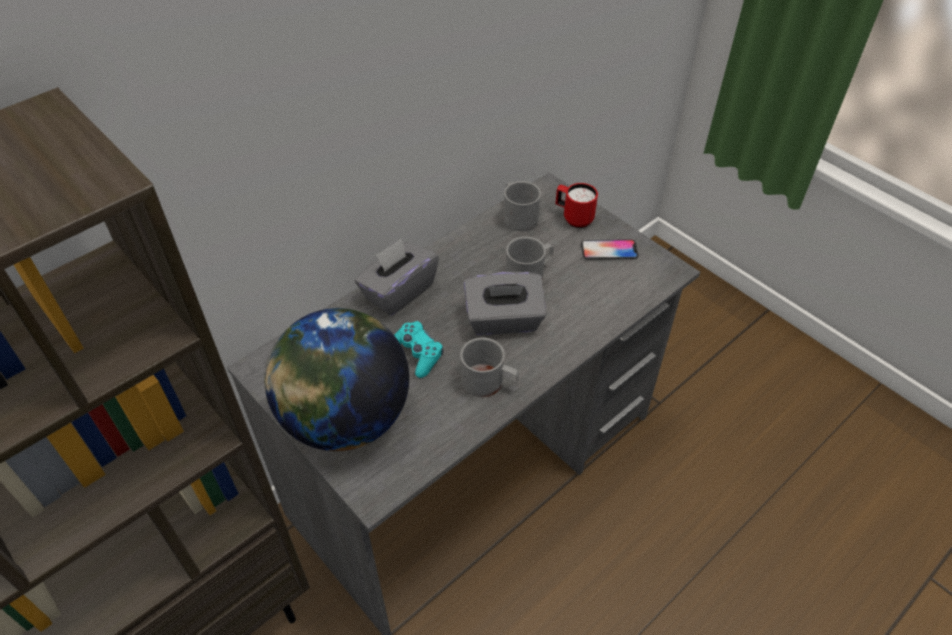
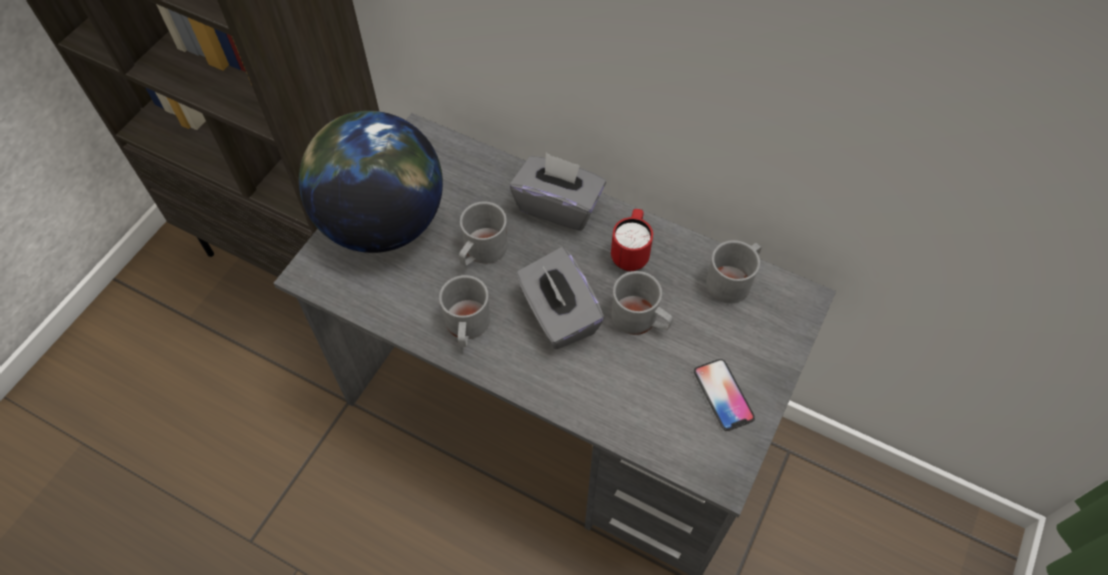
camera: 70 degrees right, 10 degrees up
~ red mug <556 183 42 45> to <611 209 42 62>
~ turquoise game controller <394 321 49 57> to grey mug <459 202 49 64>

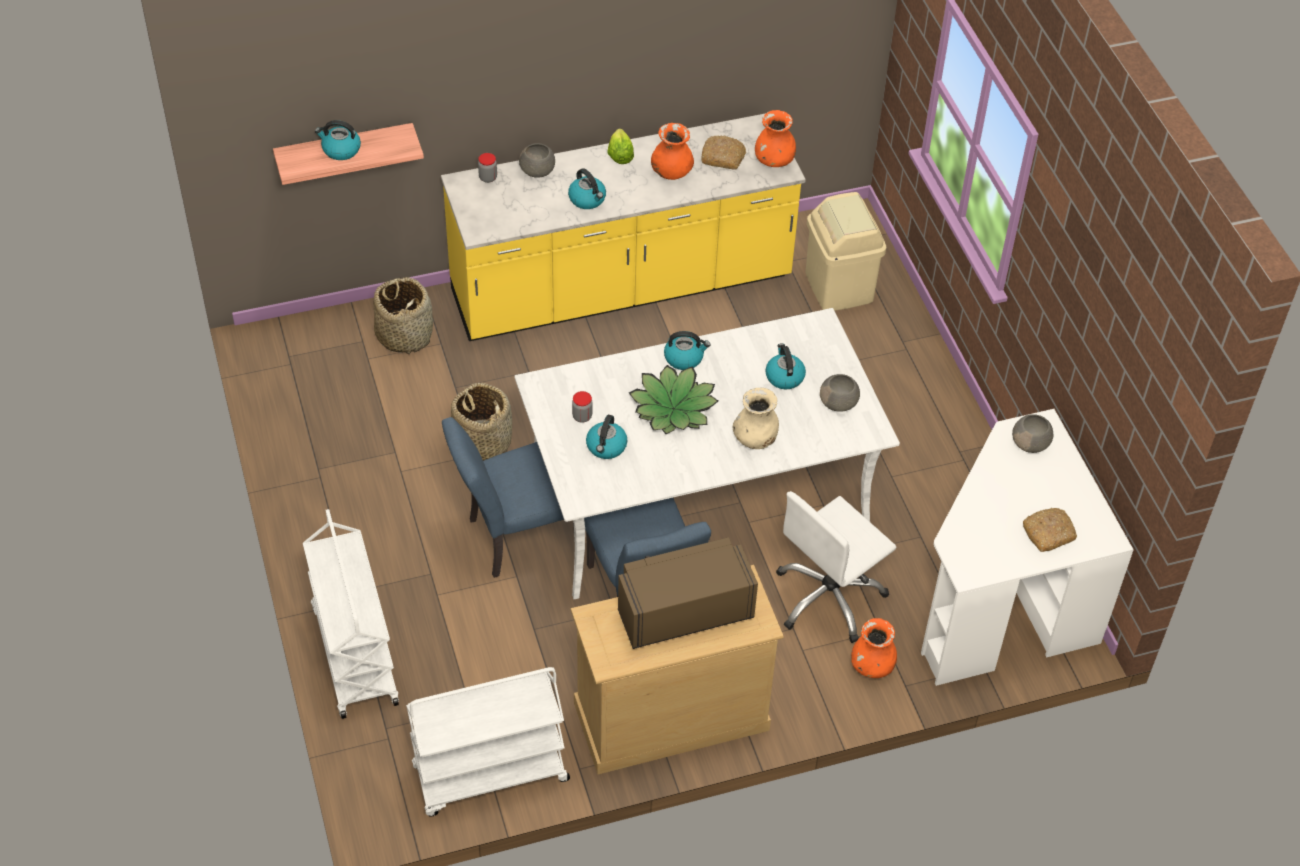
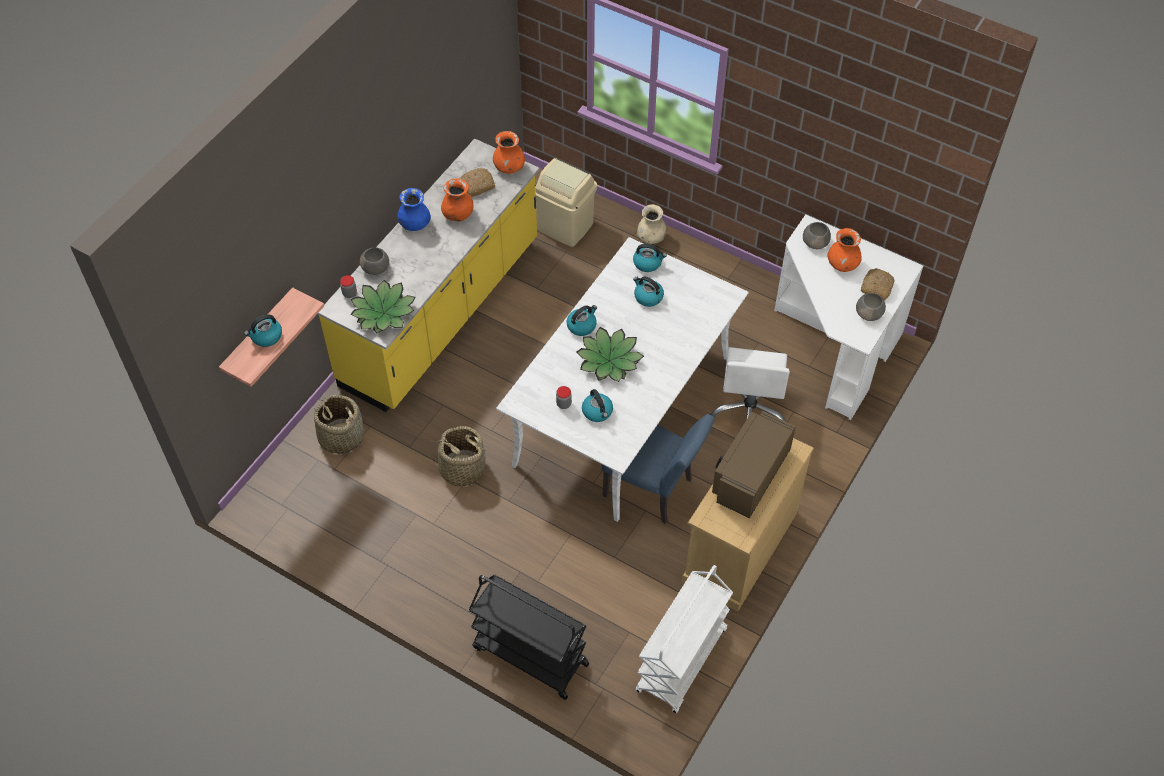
camera: 40 degrees left, 5 degrees up
~ lettuce <608 128 26 36> to blue vase <397 188 34 43>
~ kettle <568 169 38 40> to <633 244 34 28>
~ grey bowl <820 374 40 38> to <856 293 30 28>
~ beige vase <733 388 46 61> to <637 204 29 40>
- blue chair <442 417 133 161>
~ white cart <303 509 96 210> to black cart <469 575 120 125>
~ orange vase <851 618 46 60> to <827 228 35 44>
+ potted plant <351 280 65 53>

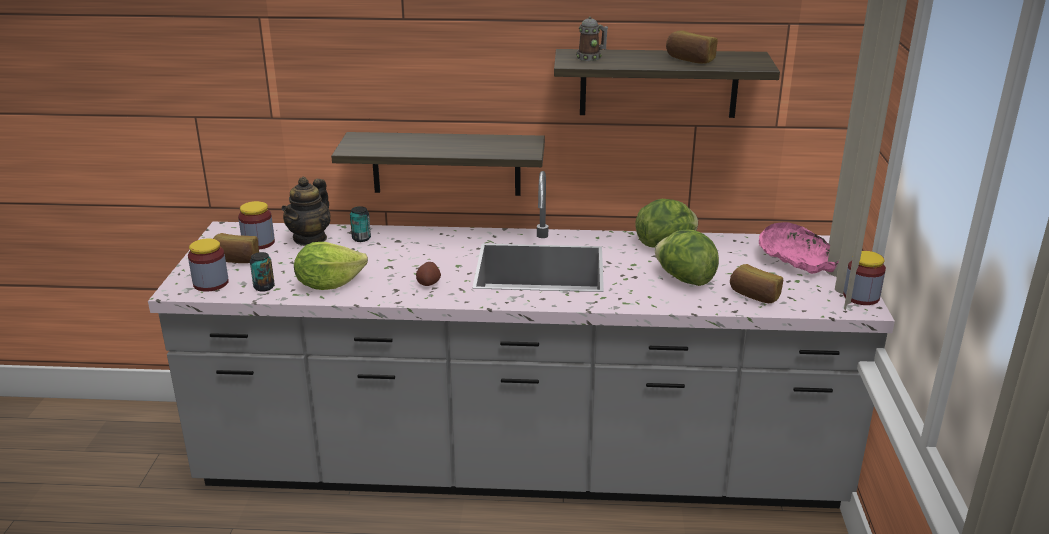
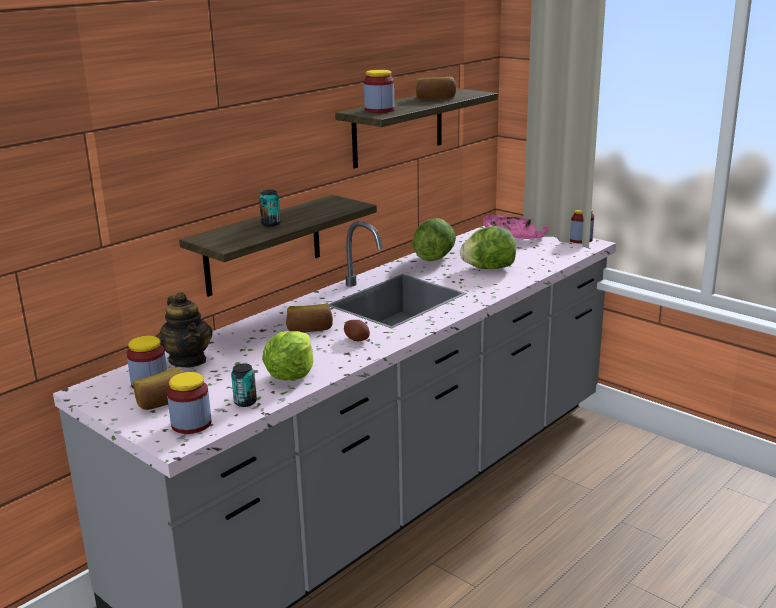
camera: 50 degrees left, 5 degrees down
~ mug <576 17 32 44> to jar <364 70 30 43>
~ can <350 206 21 36> to <259 190 22 36>
~ bread <730 264 53 39> to <286 304 47 28>

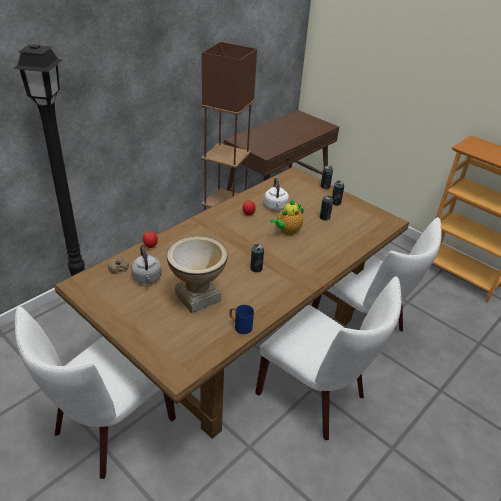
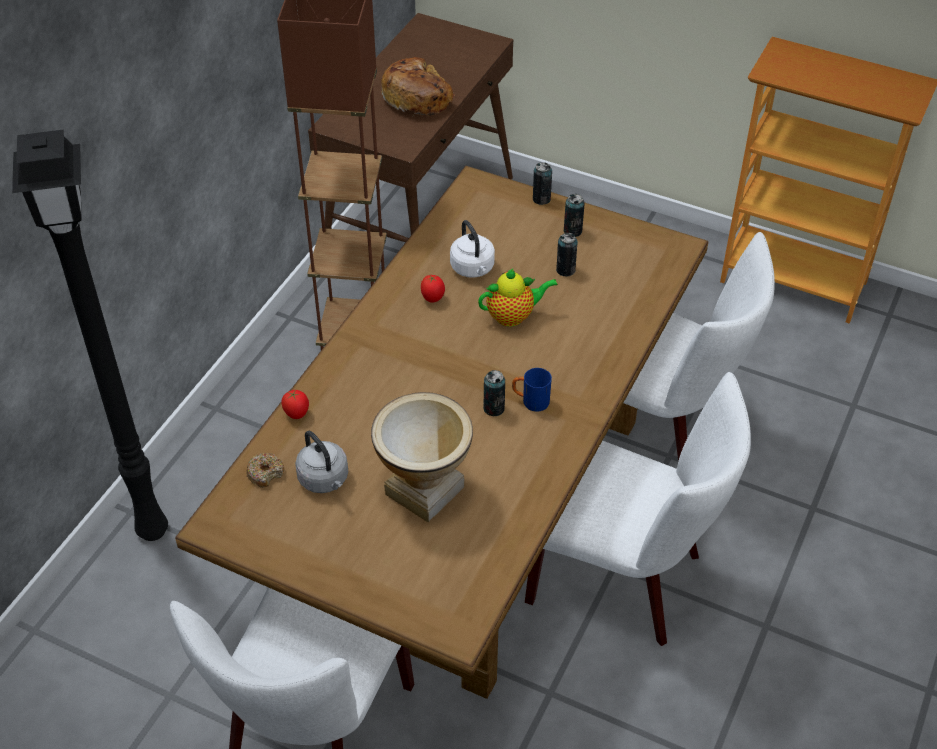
camera: 15 degrees left, 10 degrees up
~ teapot <270 200 34 35> = <478 269 80 58> 135 degrees counterclockwise
~ blue mug <229 305 25 29> to <512 368 40 44>
+ bread <381 57 74 59>

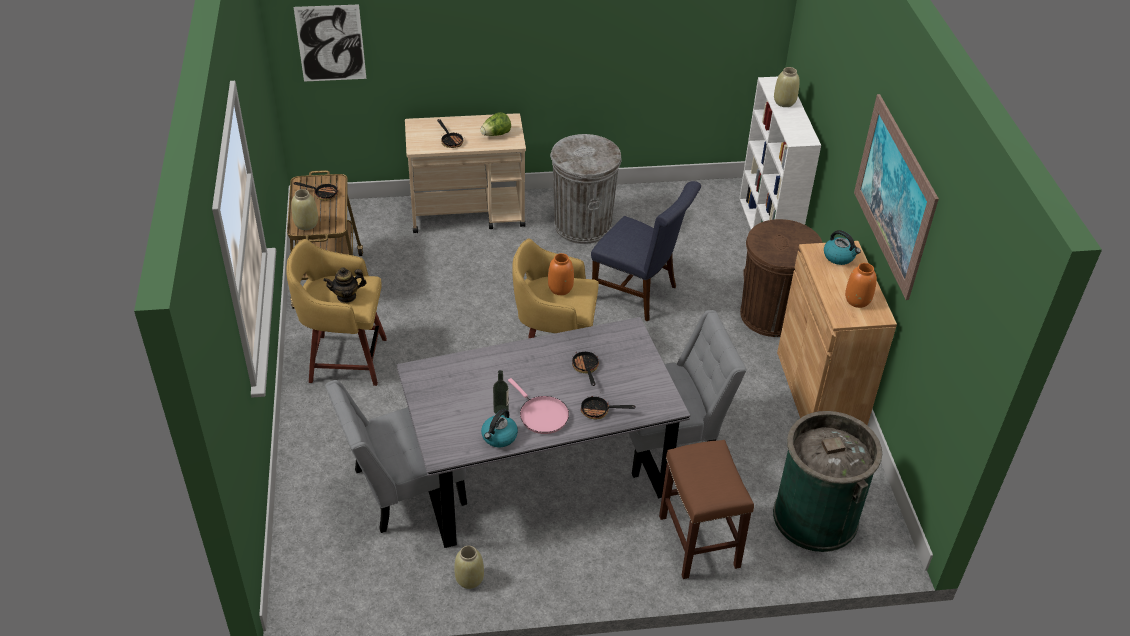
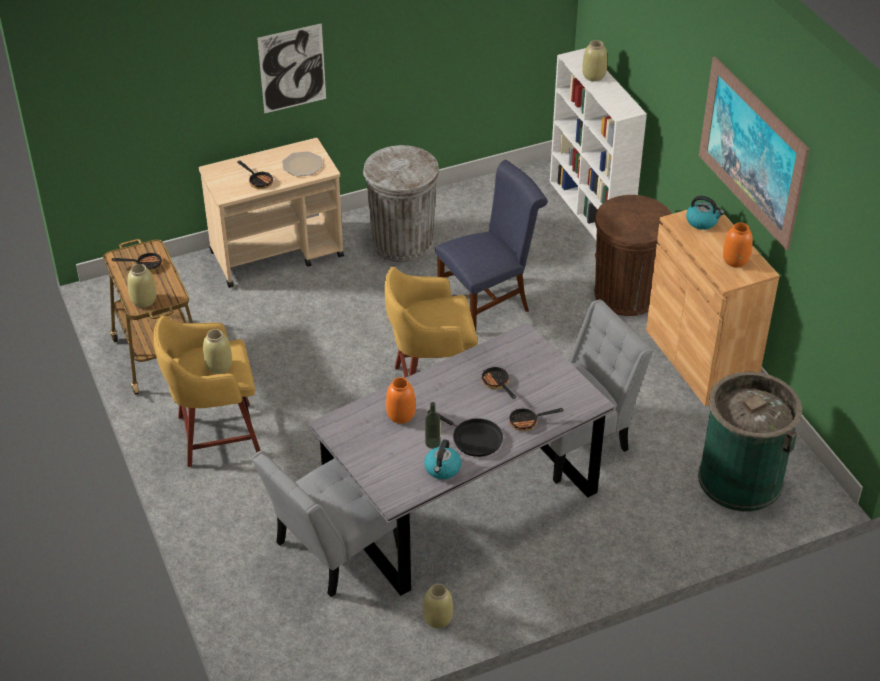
camera: 15 degrees left, 0 degrees up
~ picture <294 4 72 78> to <257 23 69 90>
~ lettuce <480 112 31 24> to plate <282 151 41 25>
~ blue chair <591 181 110 140> = <435 160 113 171> 45 degrees counterclockwise
~ orange vase <548 253 26 42> to <386 377 30 47>
~ teapot <323 267 43 36> to beige vase <203 329 29 45>
~ pink frying pan <508 378 61 56> to black frying pan <428 410 75 47>
- brown stool <659 440 95 139>

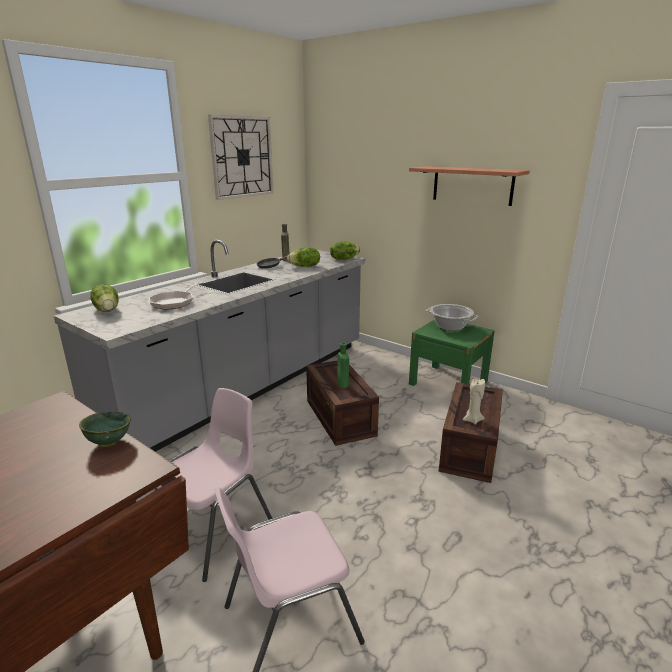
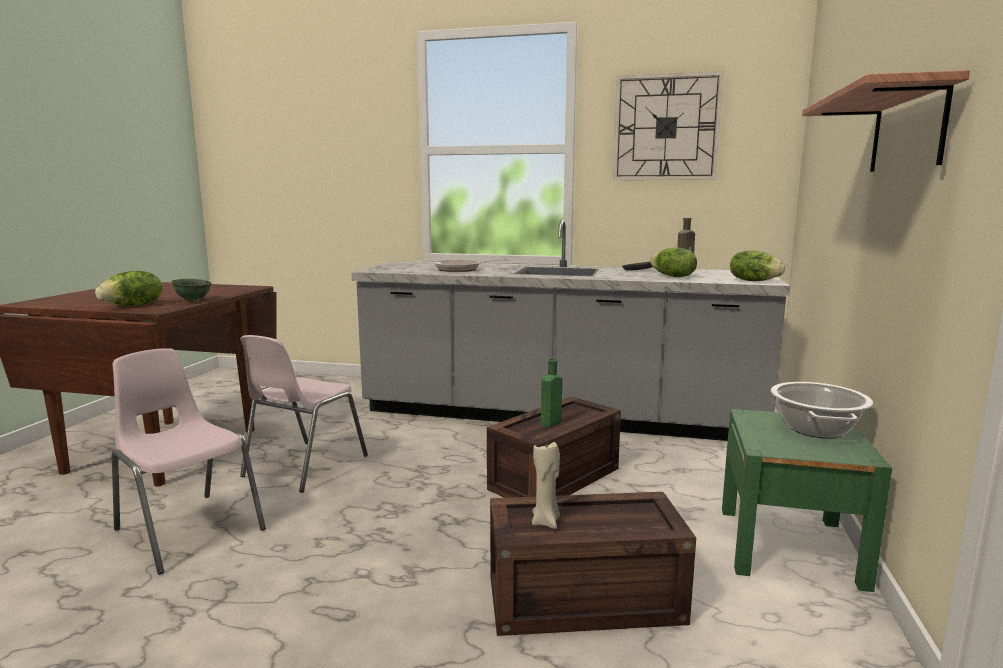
camera: 65 degrees right, 10 degrees down
~ lettuce <90 284 29 28> to <95 271 67 35>
~ pink chair <155 388 117 194> = <240 335 128 158> 105 degrees clockwise

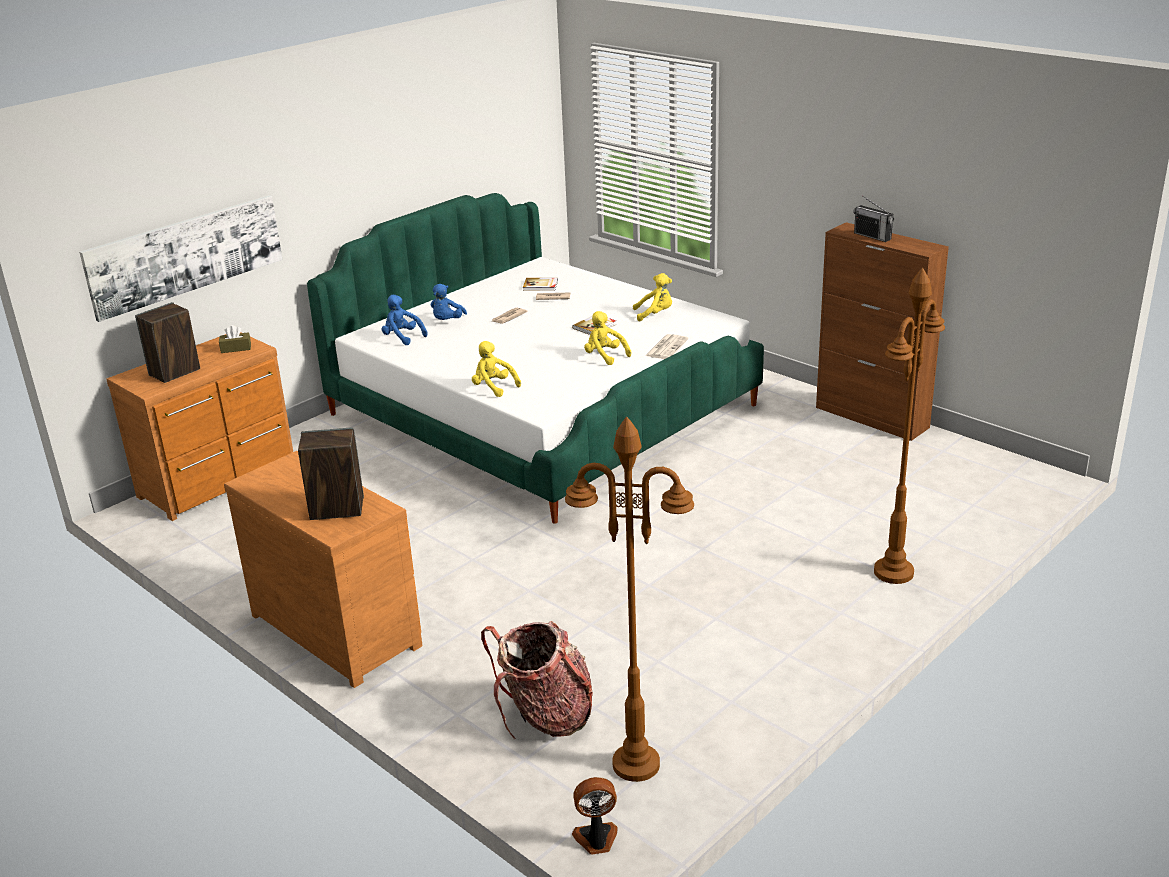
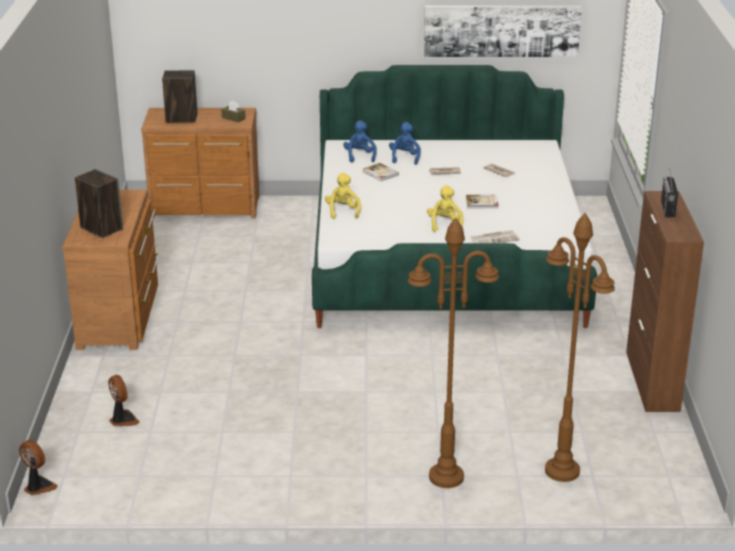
camera: 45 degrees right, 0 degrees up
~ picture <79 195 203 127> to <424 6 158 51>
- yellow plush toy <633 273 39 49>
~ book <523 278 35 13> to <363 163 36 18>
~ blue plush toy <431 284 36 36> = <389 122 32 43> 120 degrees clockwise
~ brown floor lamp <565 416 129 366> to <545 213 70 269>
~ backpack <481 621 112 118> to fan <108 375 32 51>

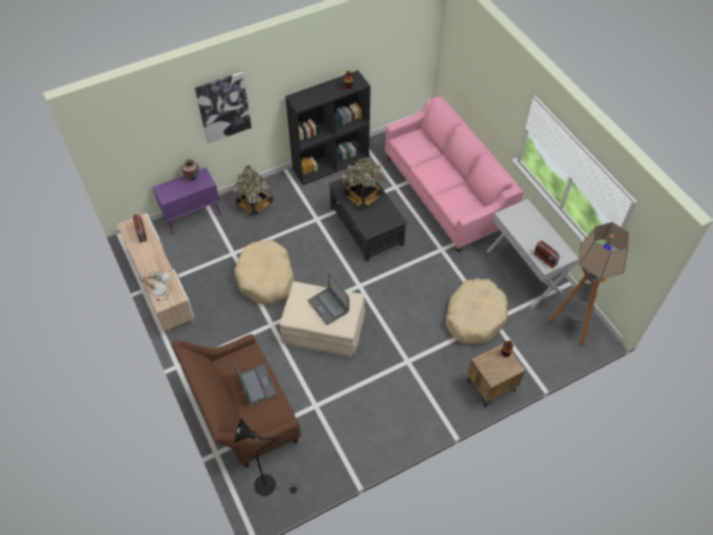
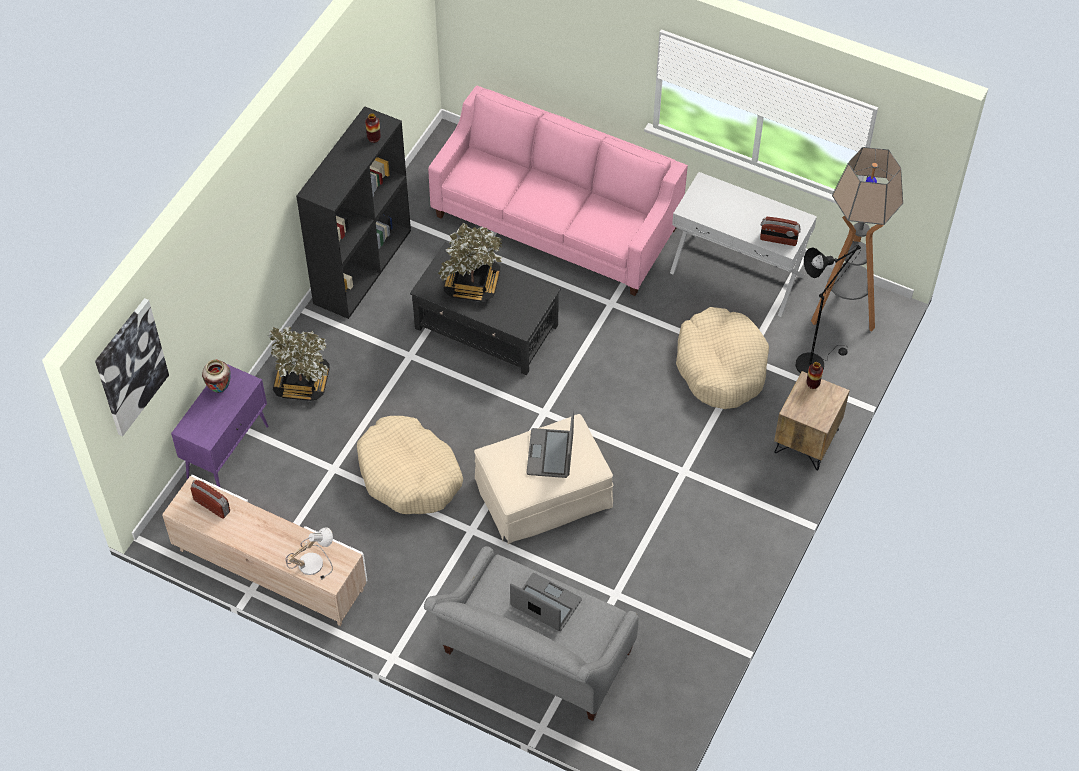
camera: 35 degrees left, 0 degrees up
~ picture <195 72 57 71> to <95 298 74 139>
~ laptop <308 273 41 52> = <526 408 48 70> 75 degrees clockwise
~ brown sofa <171 334 130 134> to grey sofa <424 546 215 175>
~ black floor lamp <234 419 64 77> to <796 245 65 129>

